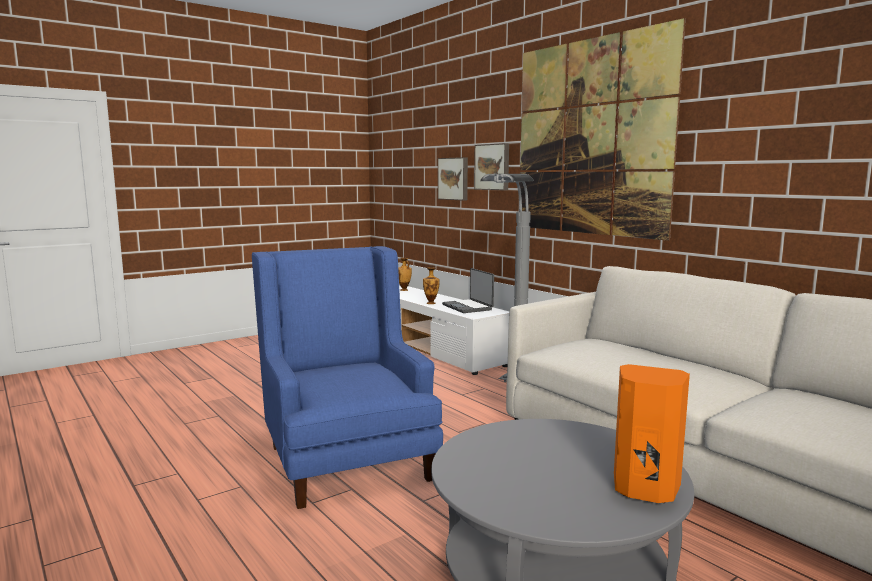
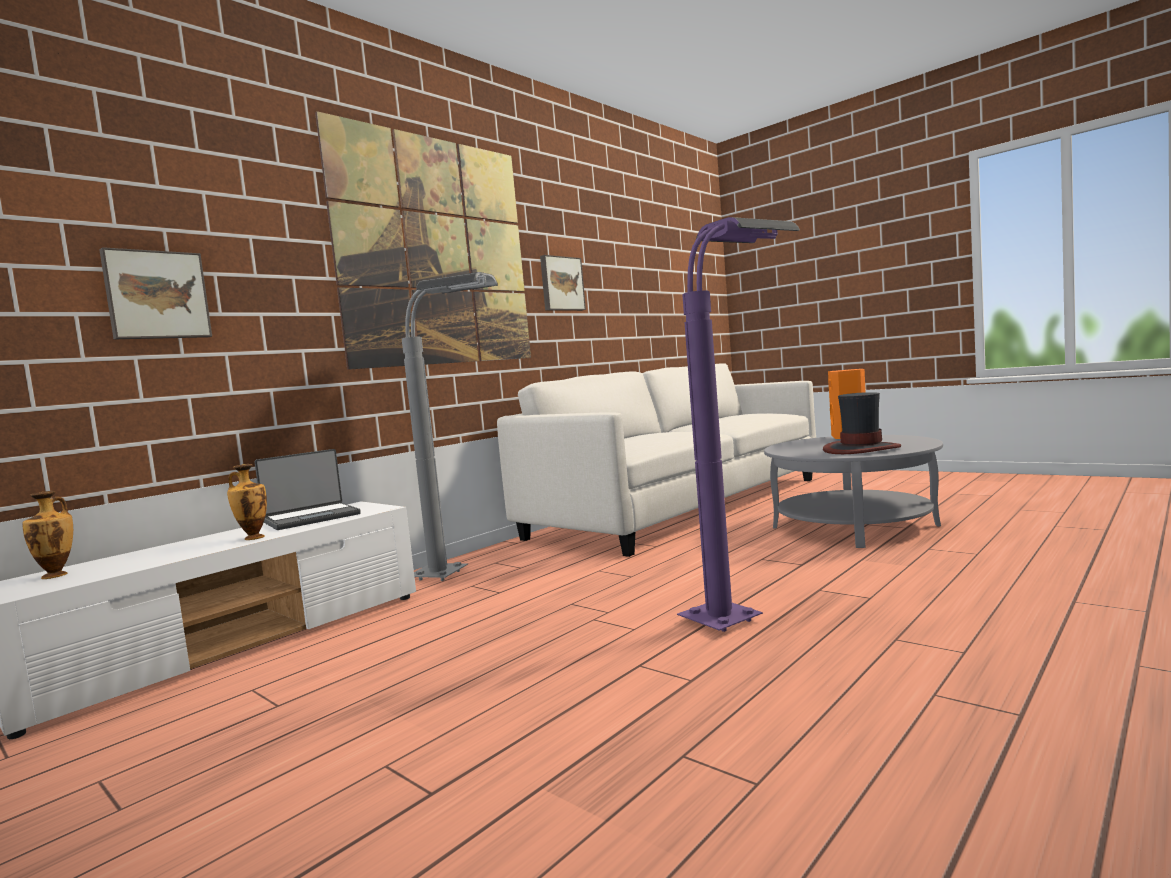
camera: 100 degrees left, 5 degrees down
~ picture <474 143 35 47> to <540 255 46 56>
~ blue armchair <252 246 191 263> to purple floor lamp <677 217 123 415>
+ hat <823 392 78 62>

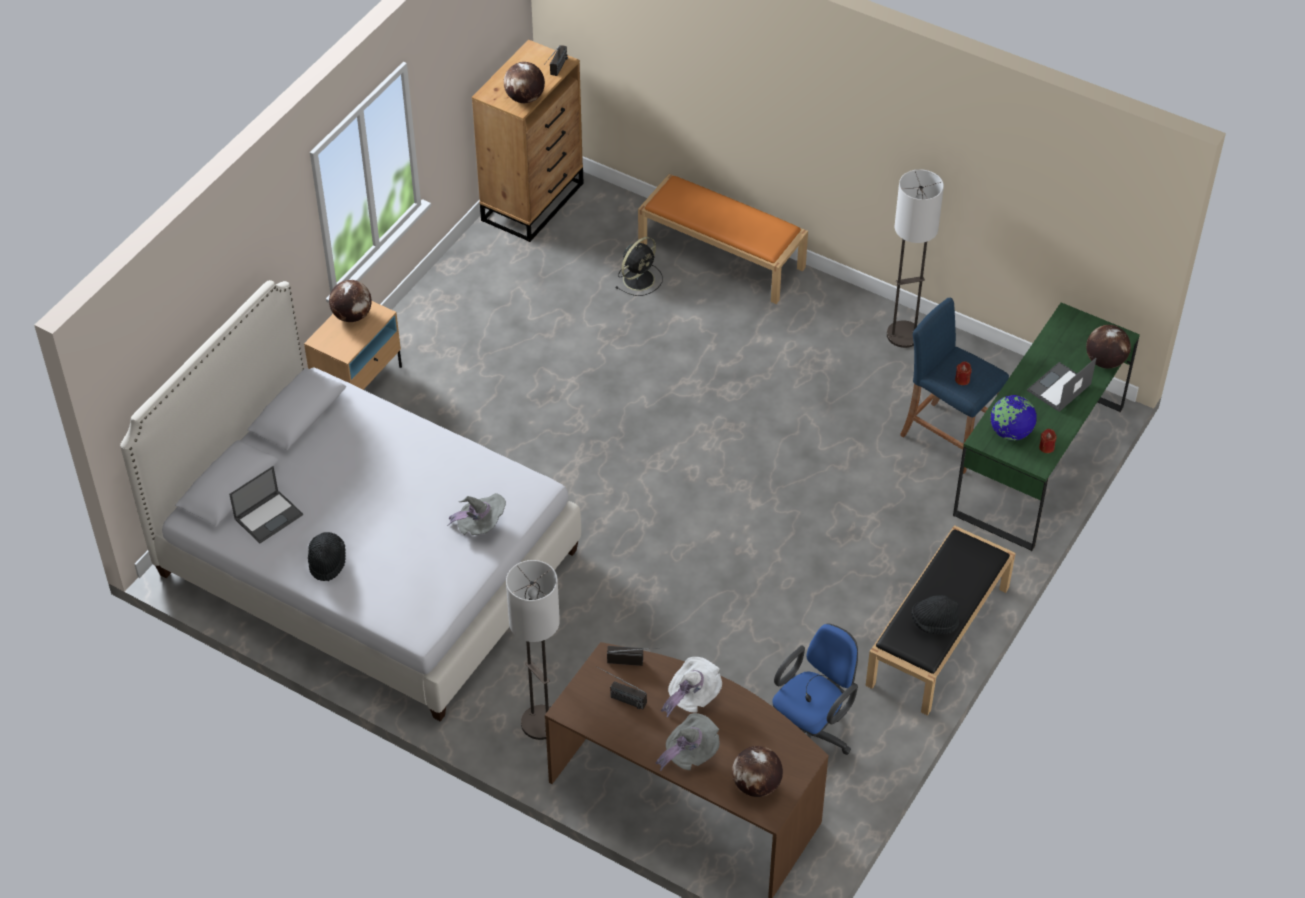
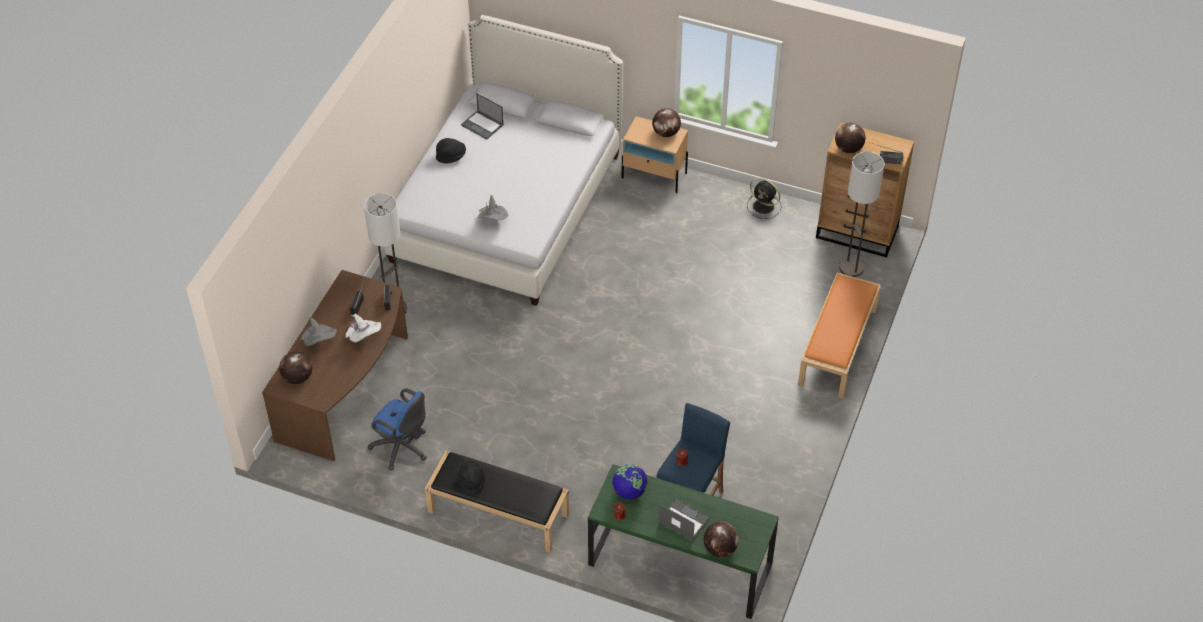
camera: 80 degrees right, 0 degrees up
~ floor lamp <887 169 57 179> to <839 151 45 126>
~ black fan <616 237 47 59> to <747 178 34 41>

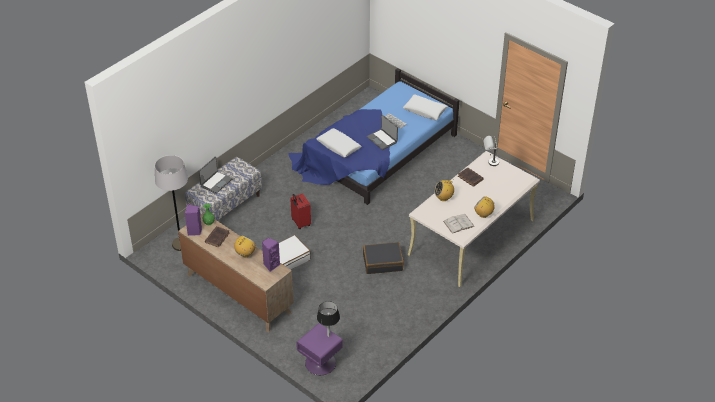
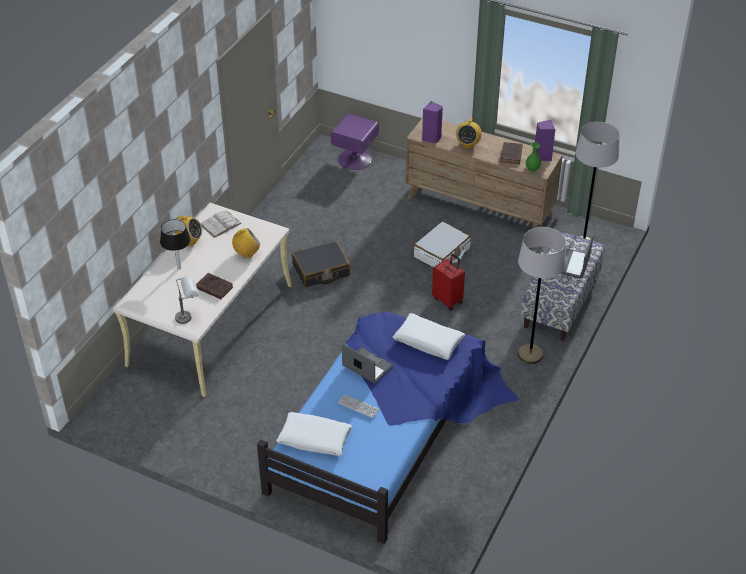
camera: 165 degrees right, 0 degrees up
~ black table lamp <317 301 23 36> to <160 219 31 50>
+ grey floor lamp <518 227 48 137>

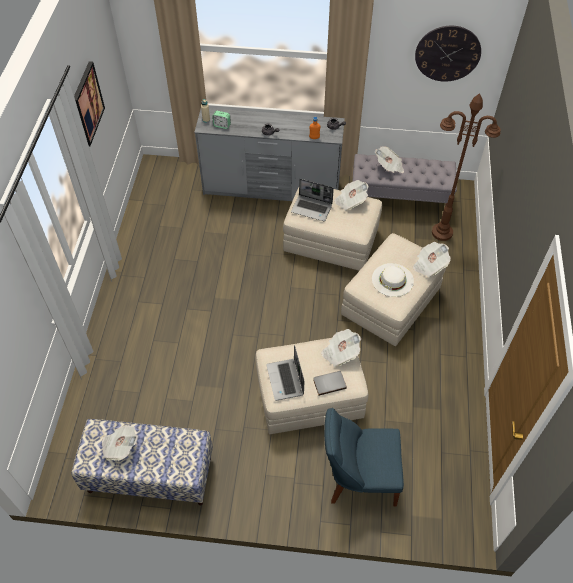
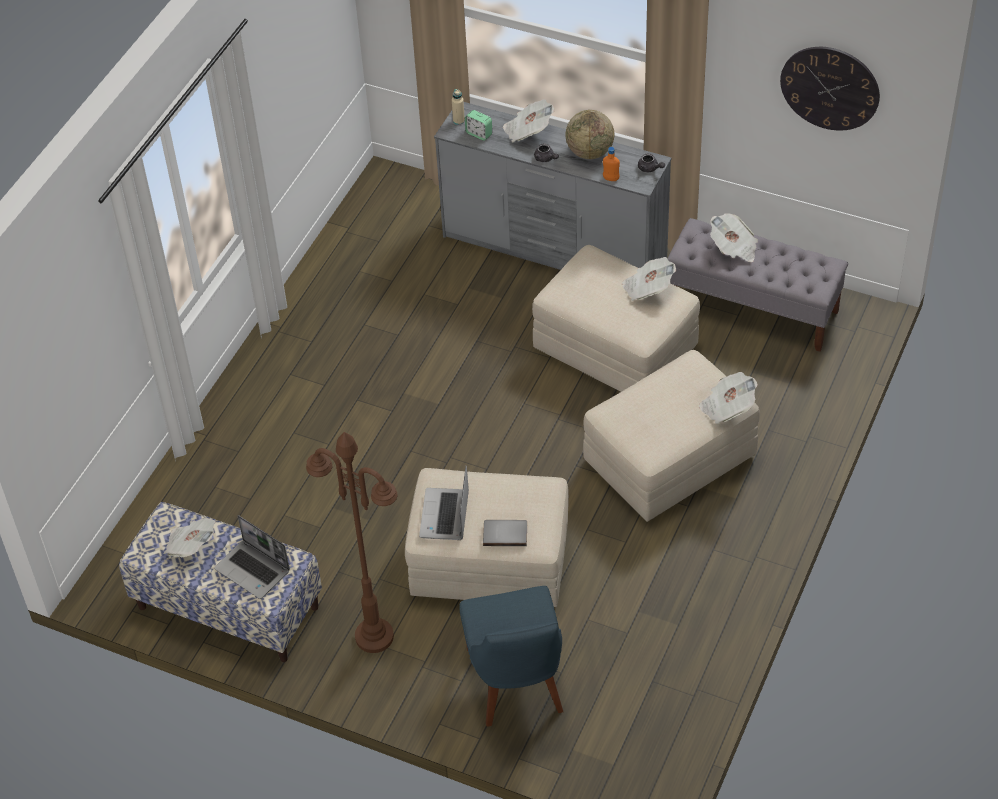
camera: 20 degrees right, 5 degrees down
- picture <74 61 31 85>
~ brown floor lamp <432 93 69 148> to <306 432 92 221>
~ laptop <291 179 43 42> to <214 515 76 84>
- white hat <372 263 42 34>
~ newspaper <321 329 40 38> to <503 100 51 42>
~ blue chair <324 408 80 99> = <460 586 103 141> 120 degrees counterclockwise
+ globe <566 110 48 49>

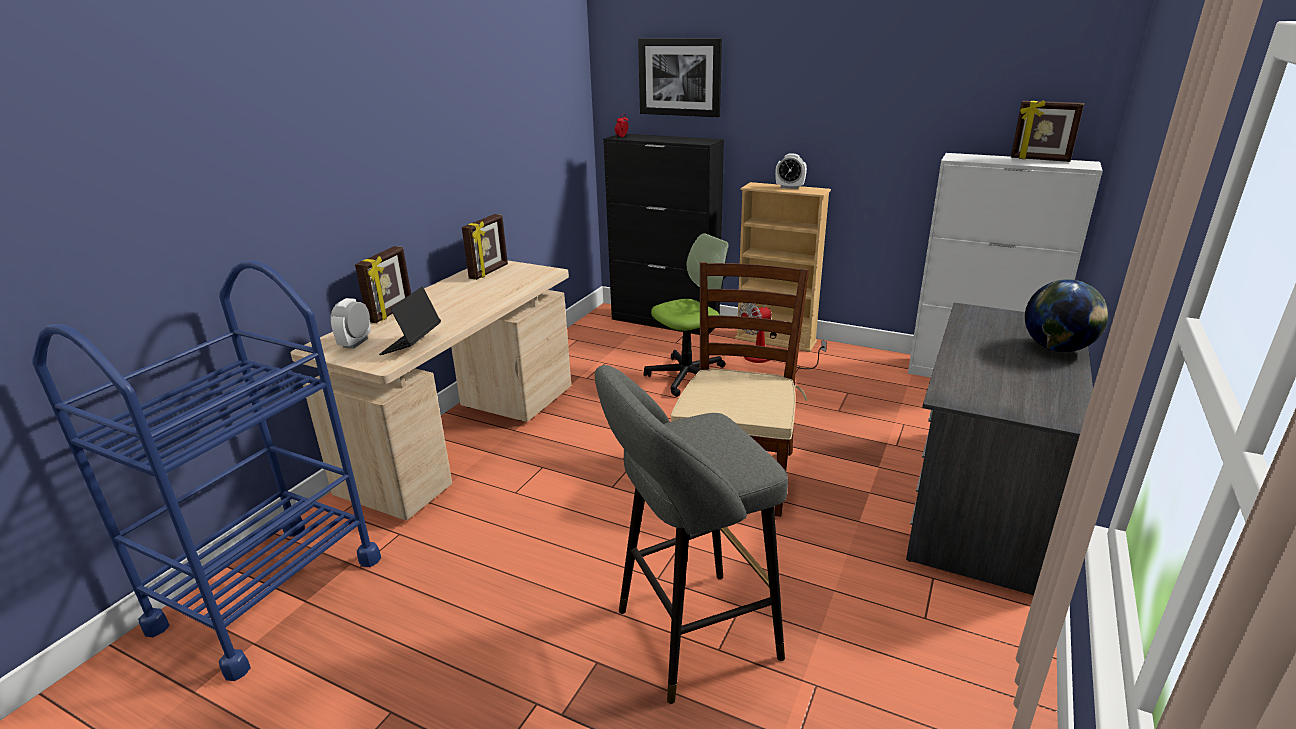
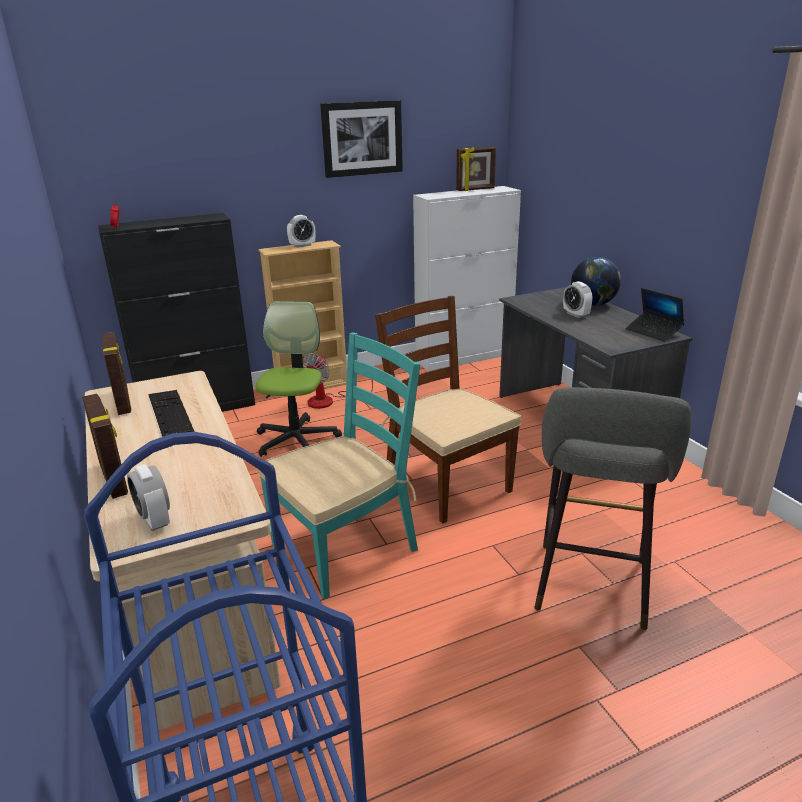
camera: 50 degrees left, 0 degrees up
~ picture <638 38 84 79> to <320 100 83 78>
~ laptop <379 287 62 68> to <626 288 58 54>
+ alarm clock <563 281 29 37>
+ turquoise chair <258 332 162 267>
+ keyboard <149 390 46 47>

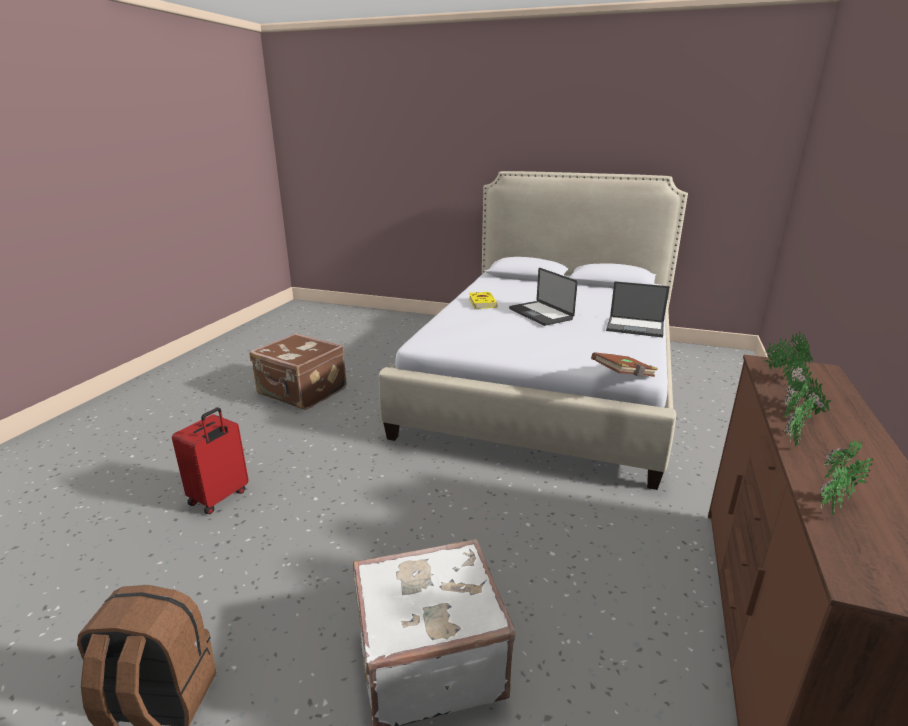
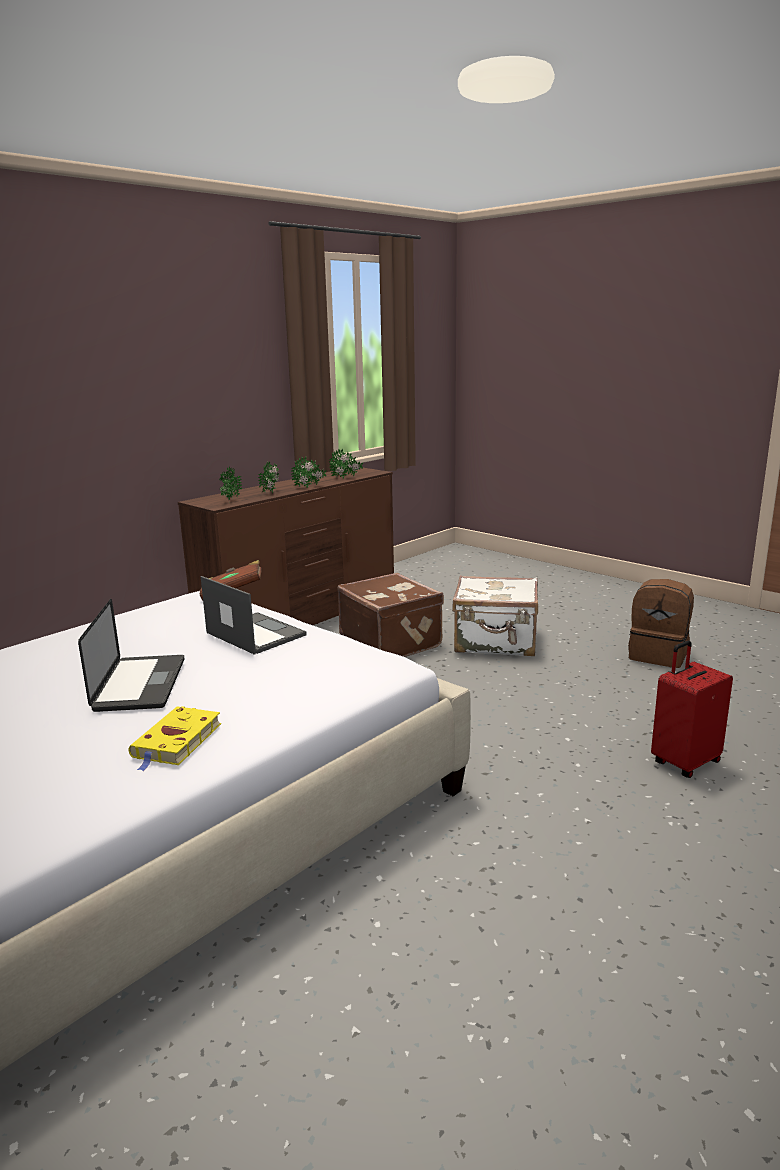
camera: 155 degrees left, 5 degrees down
~ laptop <606 281 64 57> to <201 576 106 79>
~ brown suitcase <250 333 97 77> to <338 573 106 84>

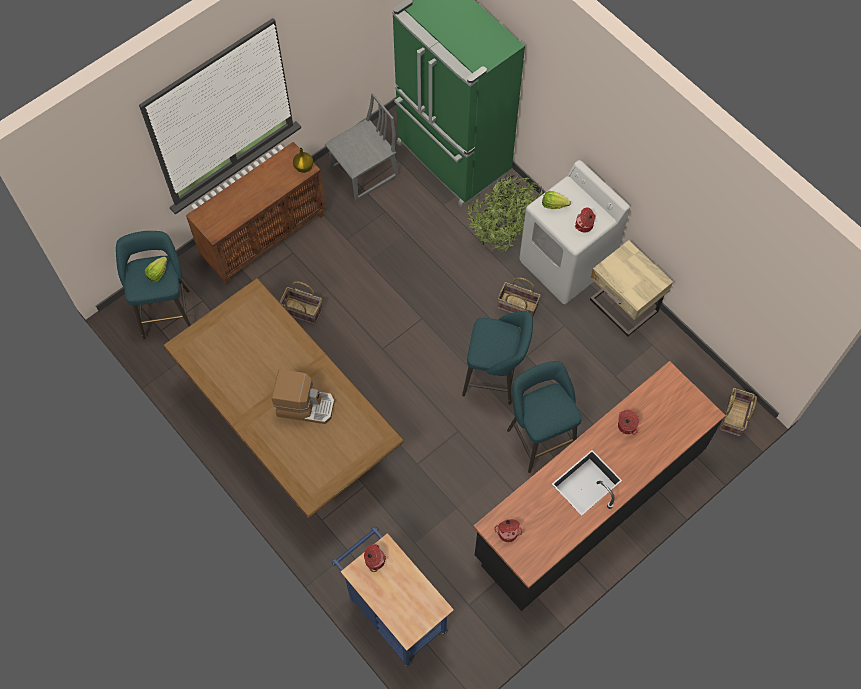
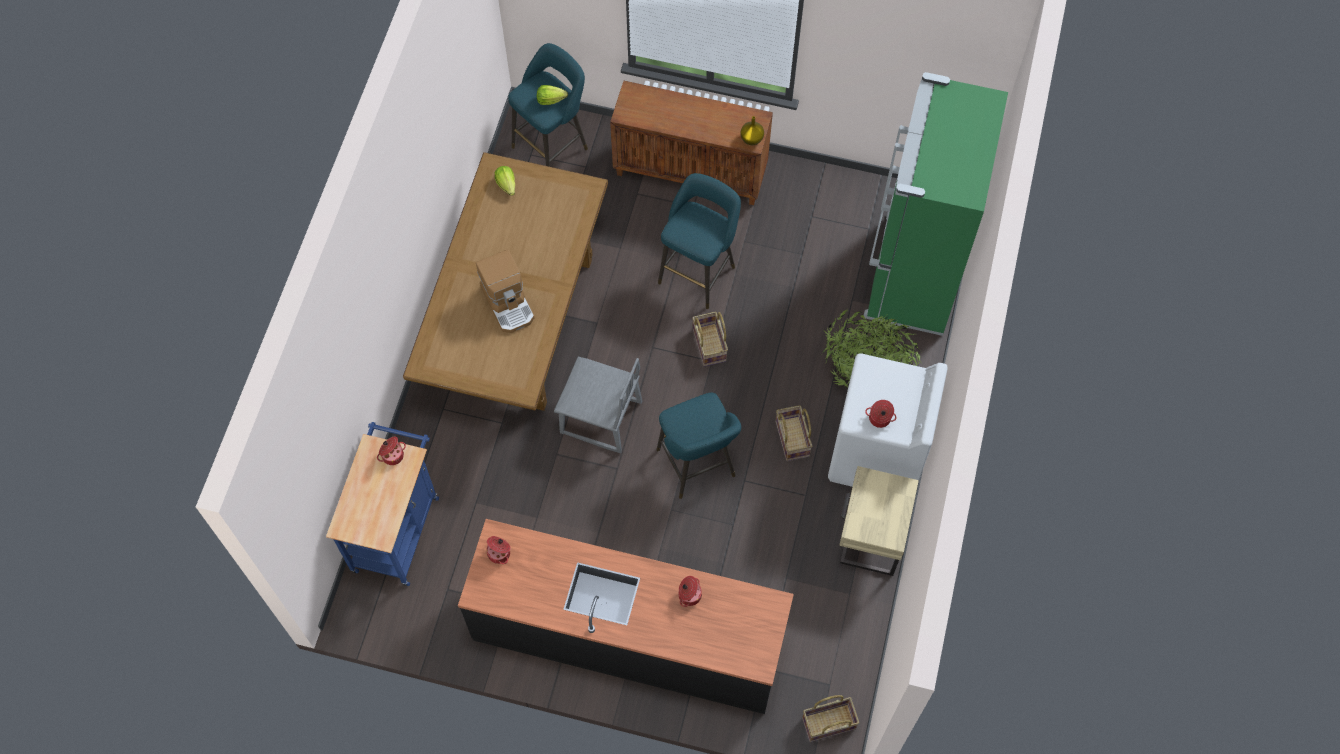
camera: 55 degrees right, 0 degrees up
~ grey chair <325 93 73 108> to <554 357 88 96>
~ lettuce <542 191 29 18> to <495 166 20 30>
~ basket <280 281 43 44> to <692 312 36 55>
~ turquoise stool <507 361 75 112> to <658 173 83 136>

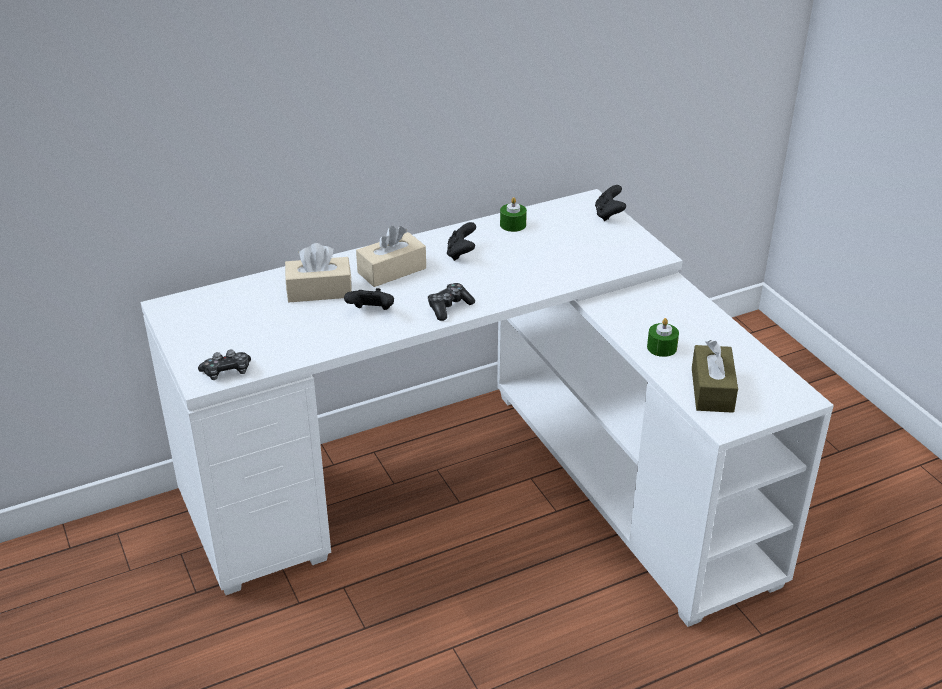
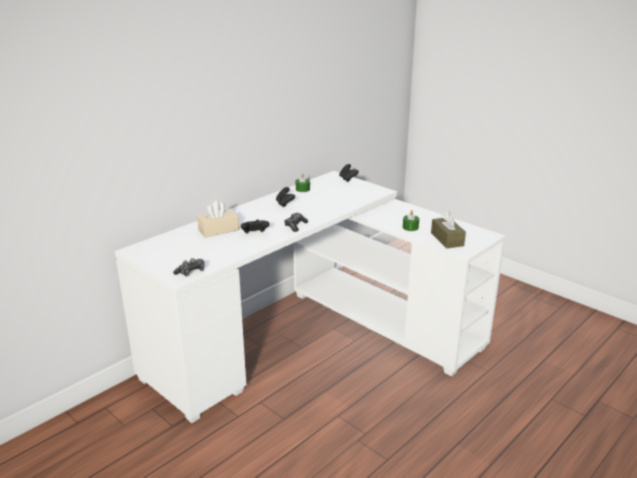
camera: 20 degrees left, 10 degrees down
- beige tissue box <356 226 70 61>

